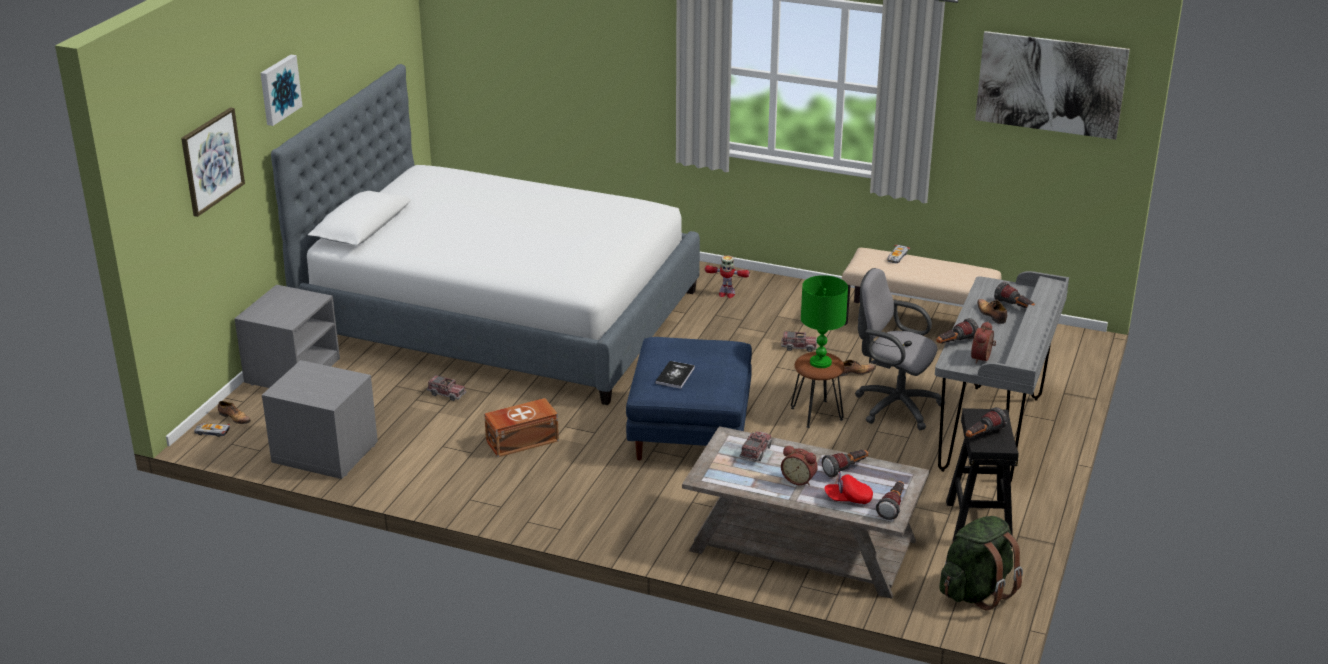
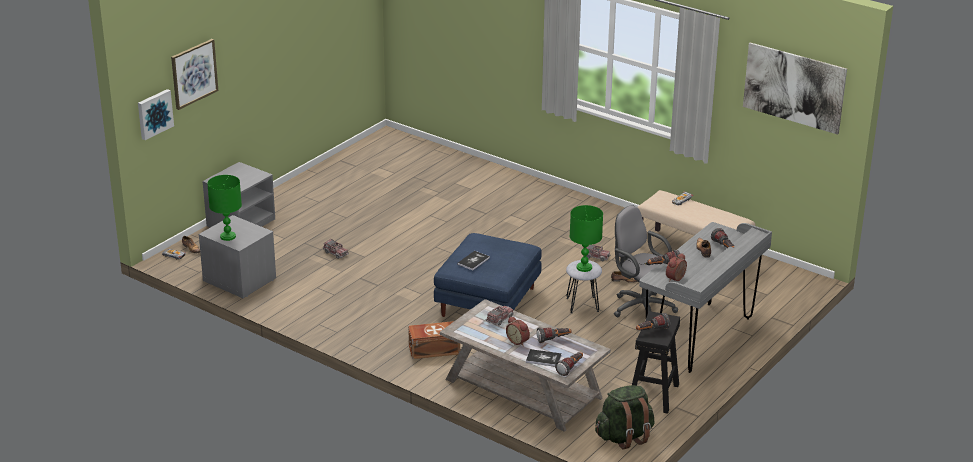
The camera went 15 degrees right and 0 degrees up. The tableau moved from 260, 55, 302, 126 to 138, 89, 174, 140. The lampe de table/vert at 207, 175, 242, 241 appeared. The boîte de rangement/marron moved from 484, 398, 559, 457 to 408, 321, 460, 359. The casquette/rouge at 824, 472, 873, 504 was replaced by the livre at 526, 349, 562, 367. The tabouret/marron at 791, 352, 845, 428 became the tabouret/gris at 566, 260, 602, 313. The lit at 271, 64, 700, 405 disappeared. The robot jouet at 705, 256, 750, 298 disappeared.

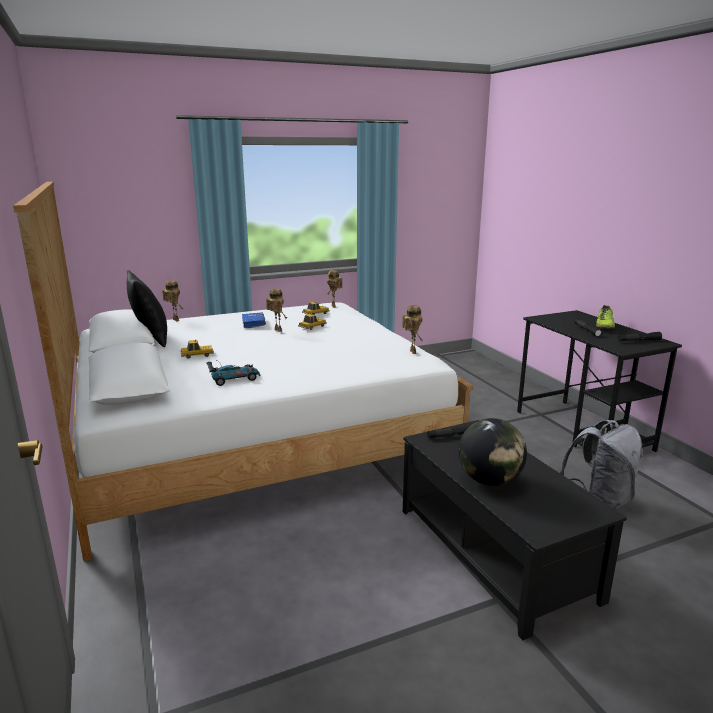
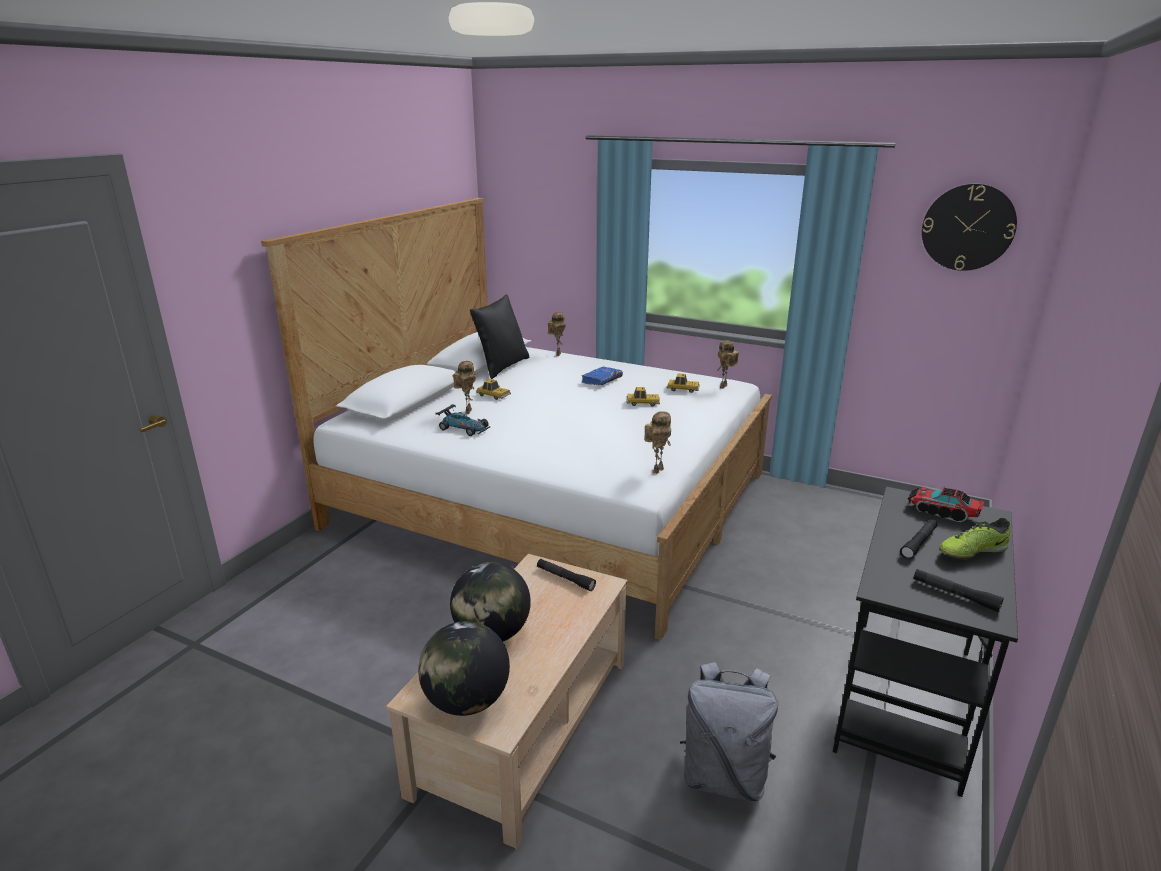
The camera went 50 degrees right and 5 degrees up. The table basse/noir at 403, 420, 627, 640 became the table basse/beige at 386, 554, 628, 849. The globe at 418, 621, 510, 716 appeared. The robot jouet moved from 266, 288, 287, 332 to 453, 361, 476, 414. The camion jouet at 908, 486, 984, 522 appeared. The horloge murale at 922, 184, 1017, 271 appeared.

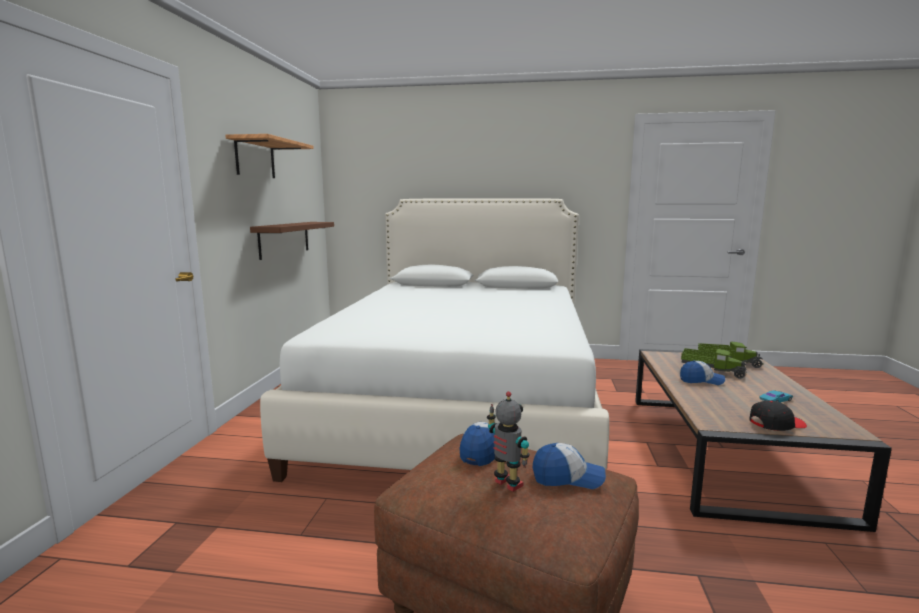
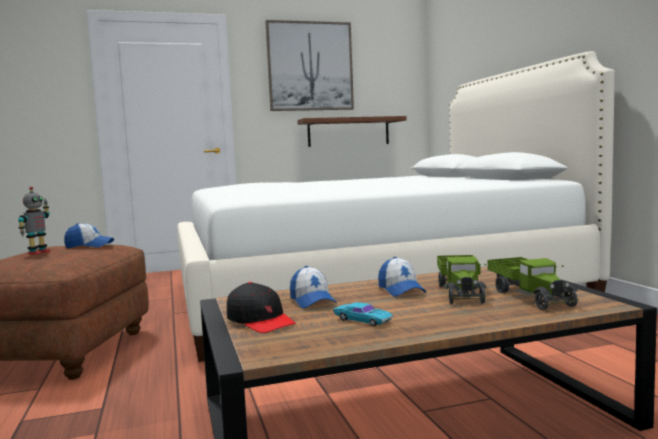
The camera went 65 degrees right and 5 degrees down. The étagère at 225, 134, 314, 178 was replaced by the tableau at 265, 20, 354, 111. The casquette moved from 533, 443, 606, 489 to 290, 266, 337, 309.

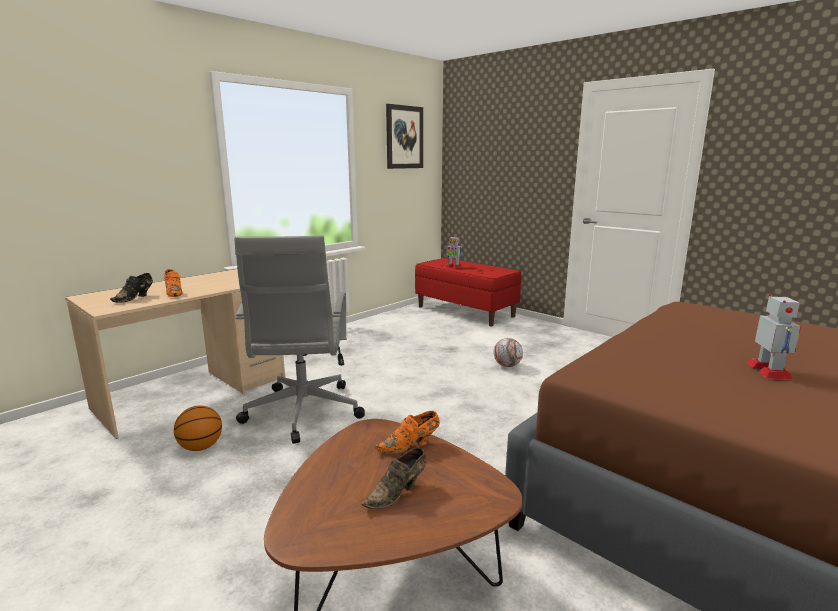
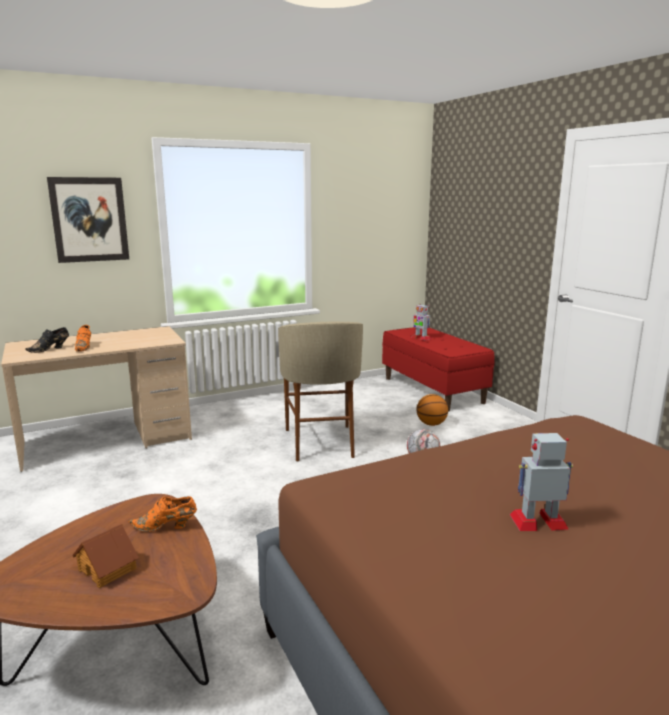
The camera went 20 degrees right and 0 degrees up. The tableau moved from 386, 104, 423, 169 to 47, 177, 129, 263. The chaussure/marron at 362, 448, 427, 509 was replaced by the maison miniature at 72, 524, 139, 588. The tabouret/beige at 278, 322, 363, 461 appeared. The ballon de basket moved from 174, 405, 222, 451 to 417, 394, 448, 426. The robot jouet at 746, 294, 801, 380 turned 120 degrees counterclockwise. The chaise de bureau/gris at 234, 236, 365, 444 disappeared.

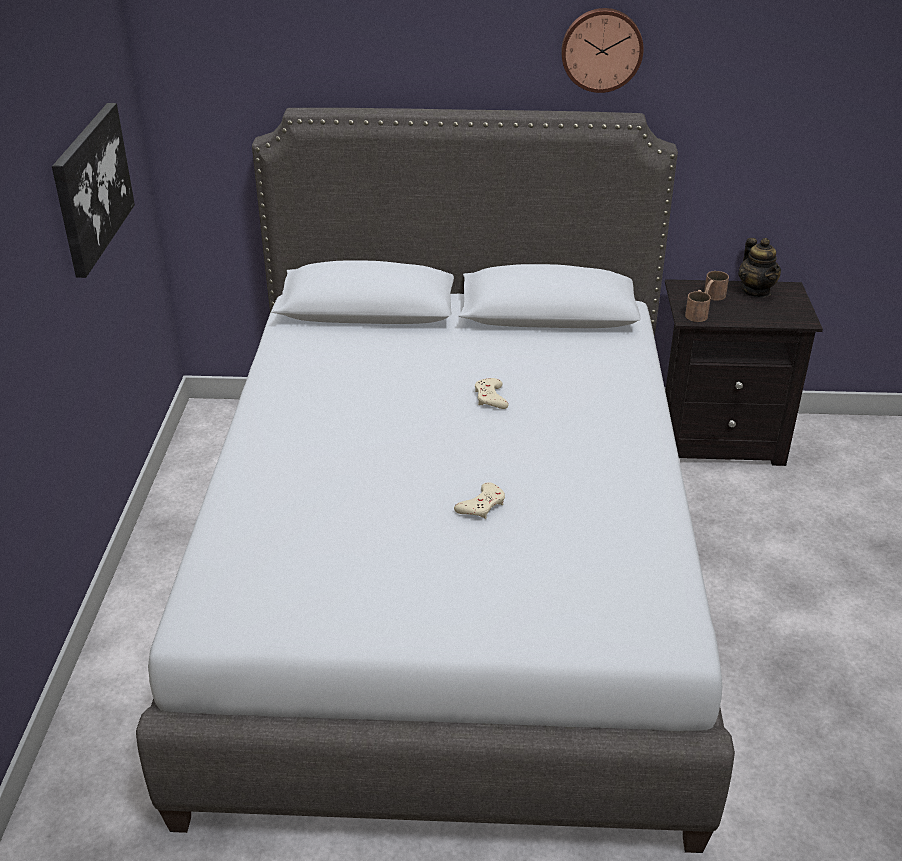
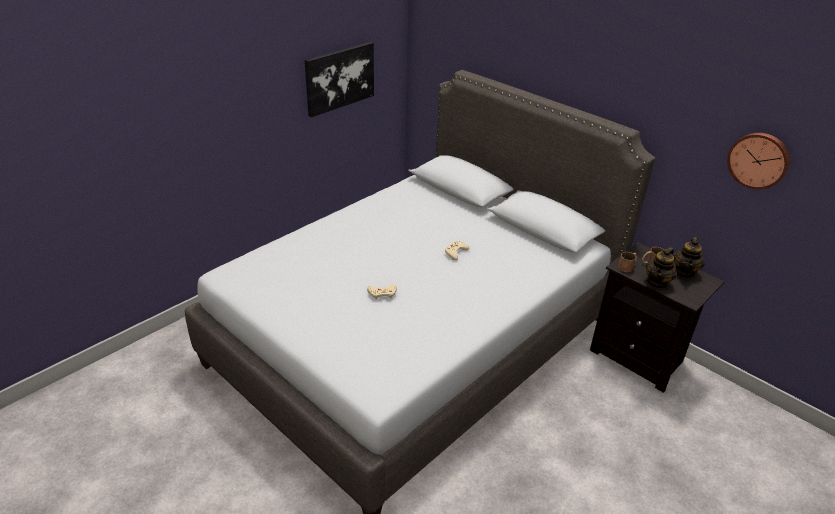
The camera went 40 degrees right and 0 degrees up. The théière at 645, 247, 677, 289 appeared. The horloge murale moved from 561, 8, 644, 93 to 727, 133, 790, 189.

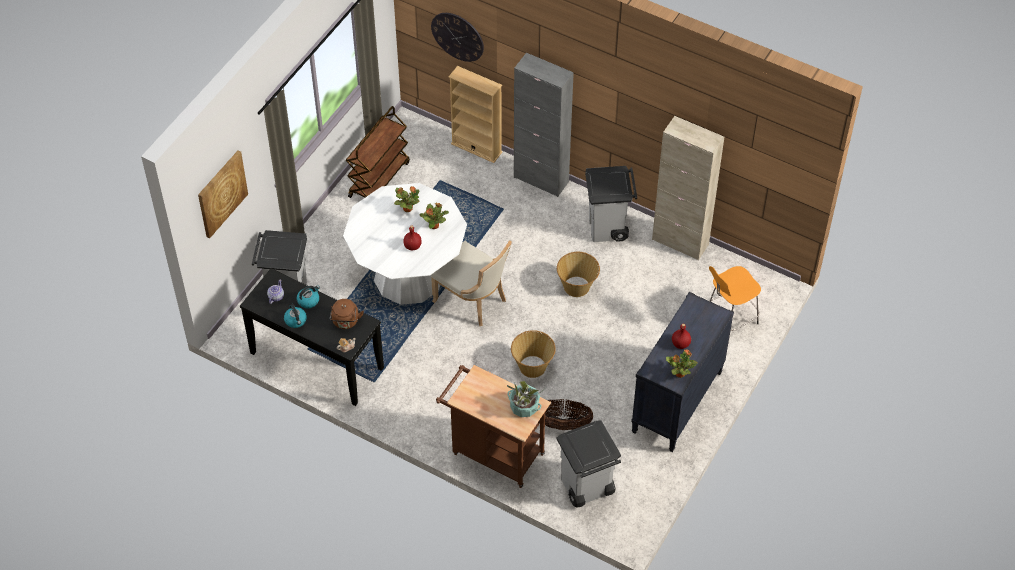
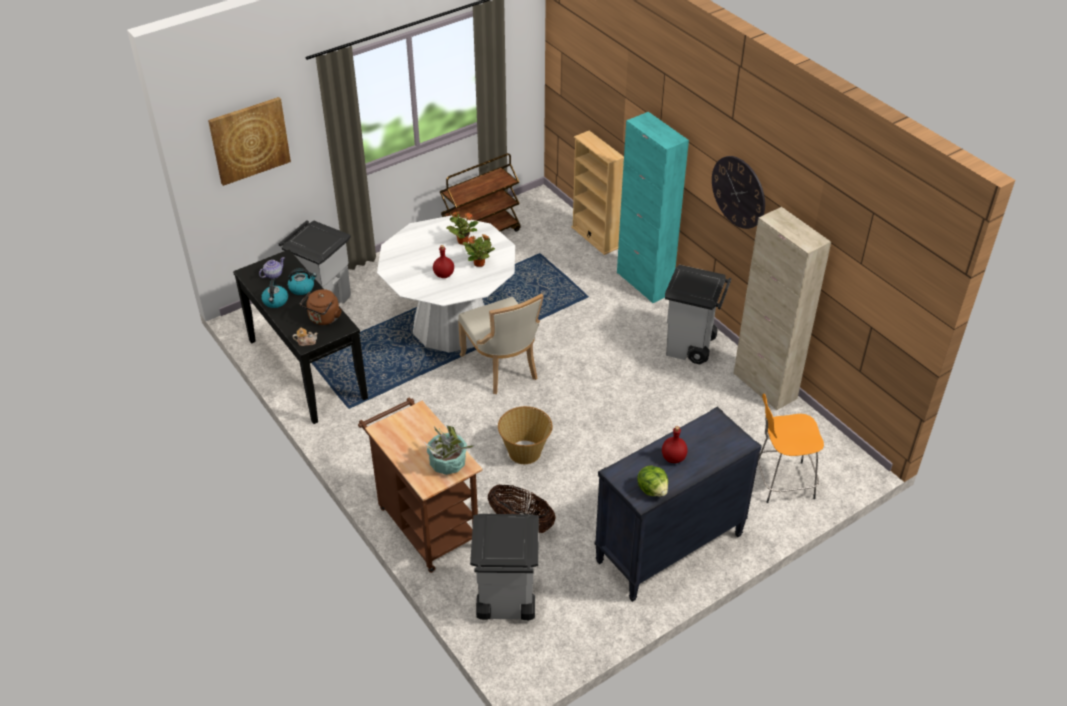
The camera went 25 degrees right and 10 degrees down. The meuble de rangement/gris at 514, 53, 574, 197 became the meuble de rangement/turquoise at 617, 112, 689, 303. The plante en pot at 666, 349, 698, 378 was replaced by the laitue at 637, 465, 668, 497. The horloge murale moved from 431, 13, 484, 62 to 712, 156, 765, 229. The panier at 557, 252, 600, 297 disappeared.

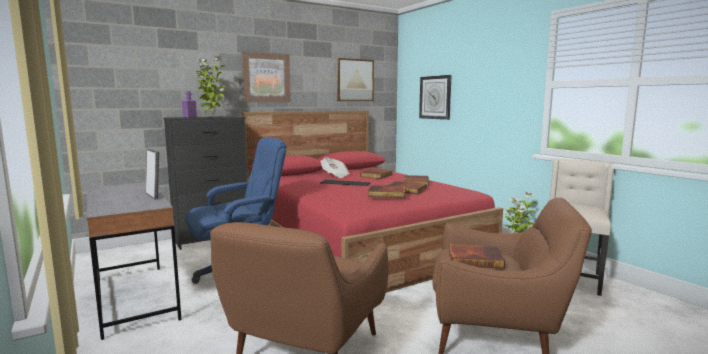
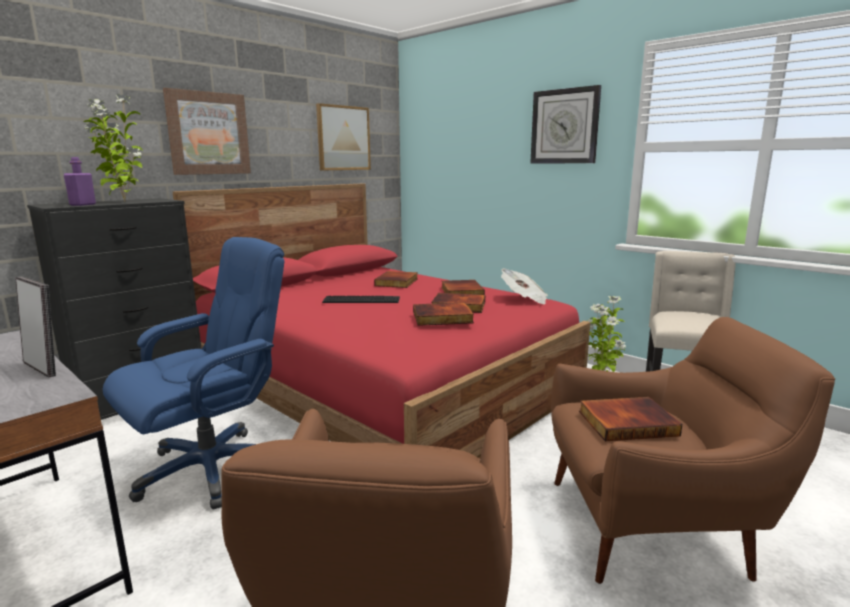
The camera went 15 degrees left and 5 degrees up. The journal moved from 320, 157, 350, 178 to 501, 269, 548, 305. The horloge murale moved from 419, 75, 451, 120 to 530, 85, 601, 163.

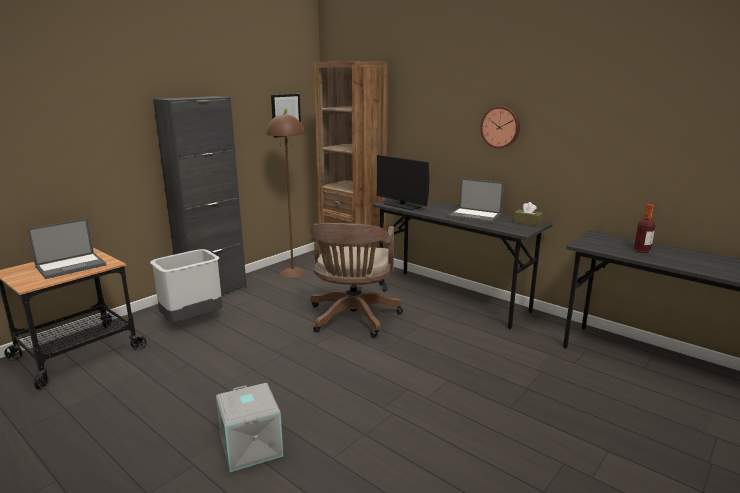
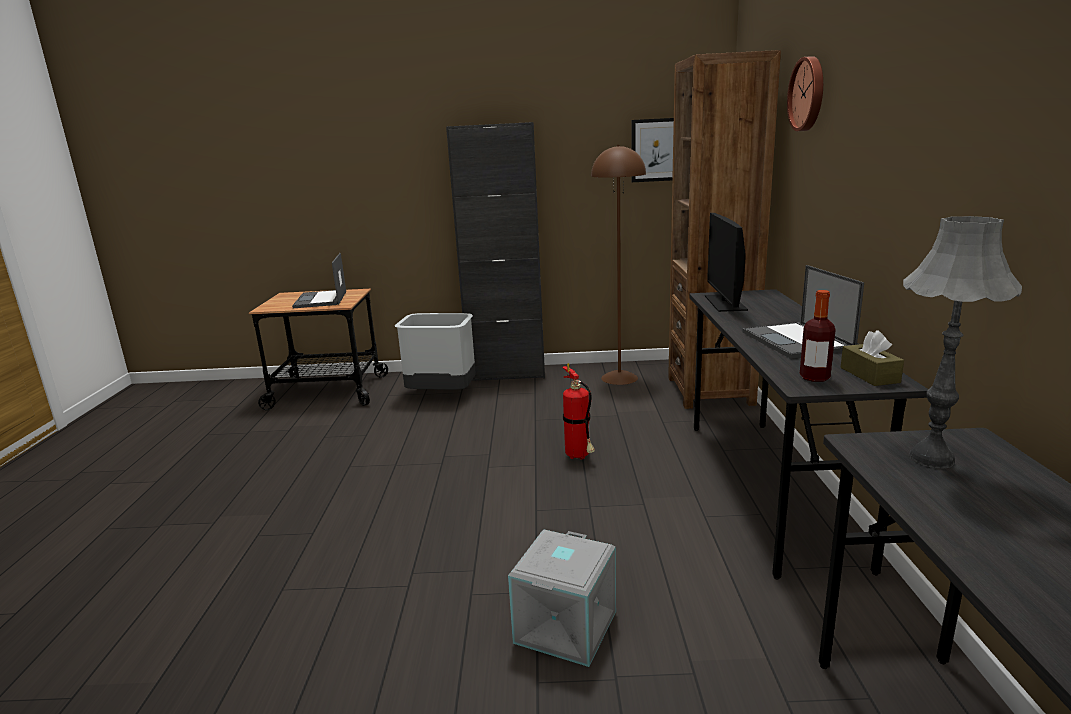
The camera went 50 degrees right and 0 degrees up. The ordinateur portable at 27, 218, 106, 279 turned 75 degrees clockwise. The boîte de rangement/gris moved from 216, 383, 283, 472 to 508, 530, 616, 667. The chaise de bureau/marron at 309, 223, 403, 338 was replaced by the extincteur at 562, 363, 595, 460. The horloge murale moved from 480, 106, 520, 148 to 787, 56, 823, 131. The bouteille moved from 634, 204, 656, 253 to 800, 290, 836, 382. The lampe de table/gris at 903, 216, 1022, 468 appeared.

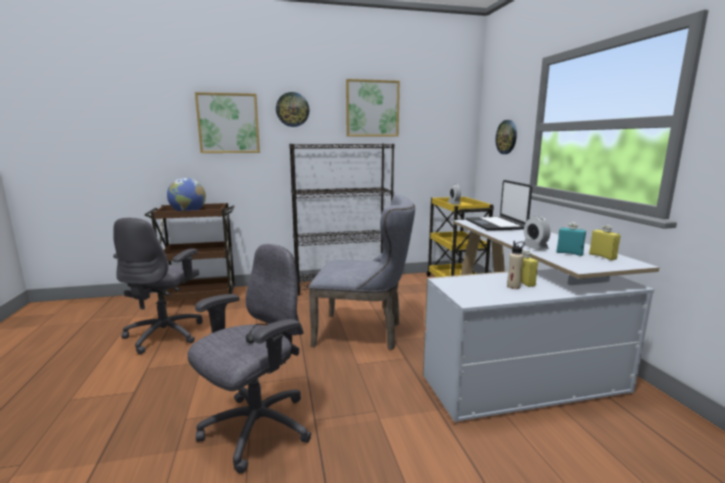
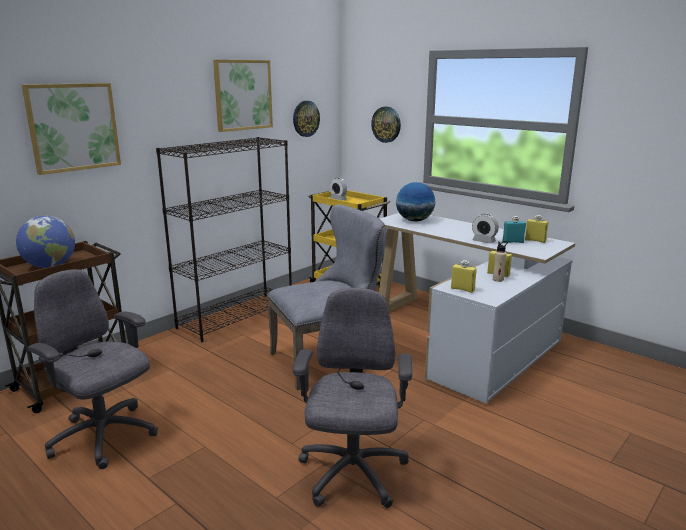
The camera went 35 degrees left and 5 degrees up. The chaise de bureau/gris at 113, 218, 203, 354 turned 150 degrees clockwise. The horloge murale moved from 276, 92, 309, 127 to 293, 101, 320, 137. The ordinateur portable at 466, 180, 532, 231 was replaced by the globe at 396, 182, 436, 221. The bouteille/jaune at 451, 260, 477, 293 appeared.

